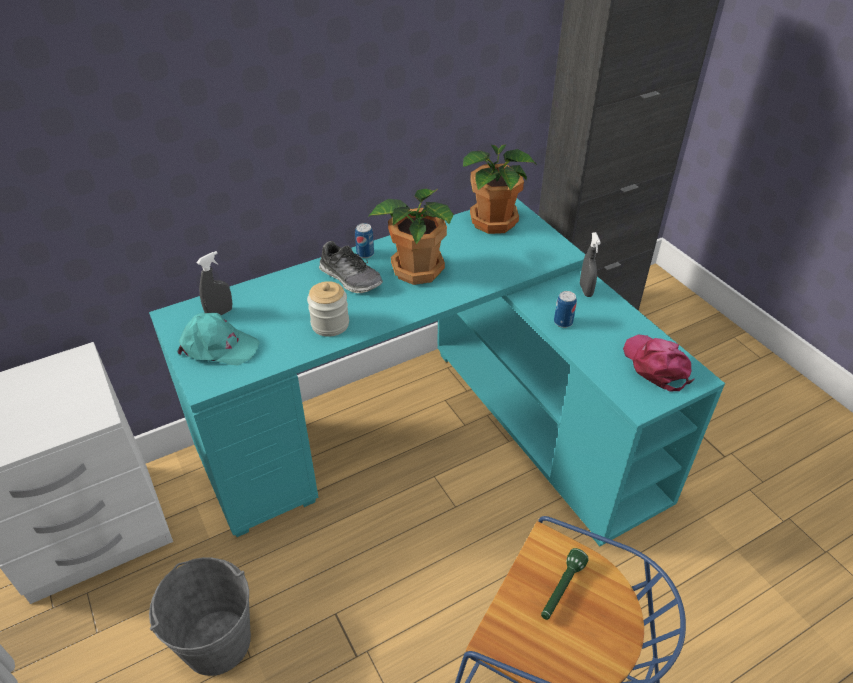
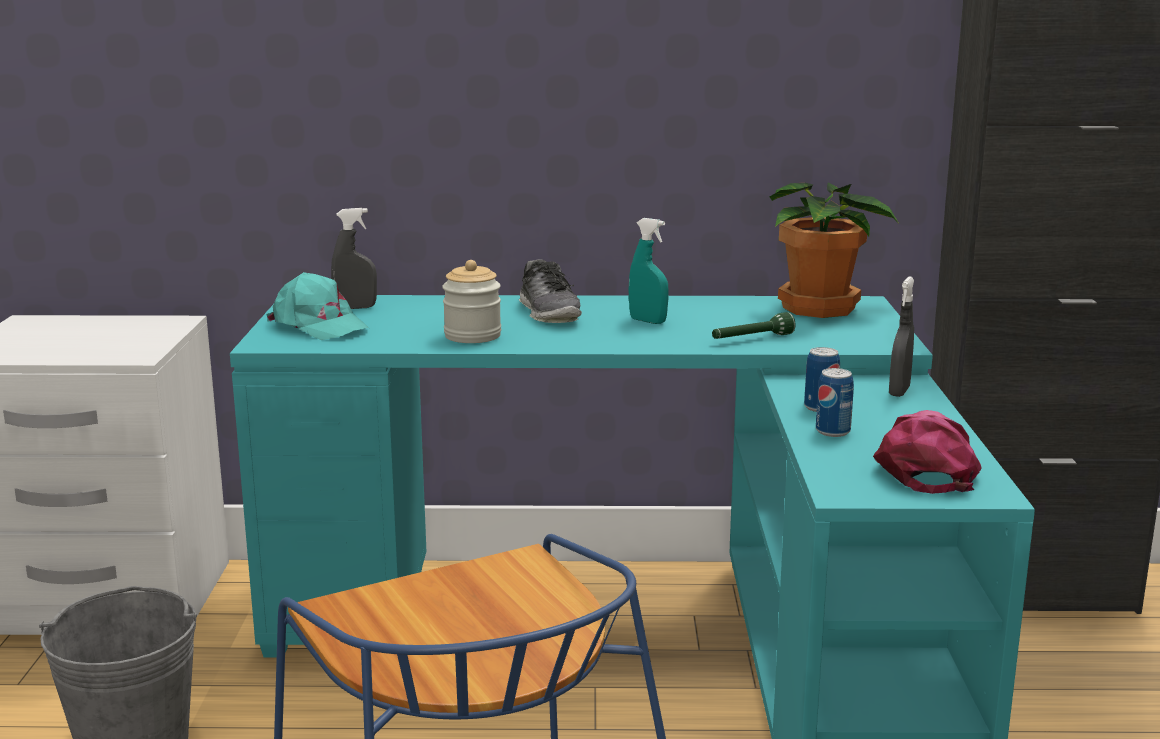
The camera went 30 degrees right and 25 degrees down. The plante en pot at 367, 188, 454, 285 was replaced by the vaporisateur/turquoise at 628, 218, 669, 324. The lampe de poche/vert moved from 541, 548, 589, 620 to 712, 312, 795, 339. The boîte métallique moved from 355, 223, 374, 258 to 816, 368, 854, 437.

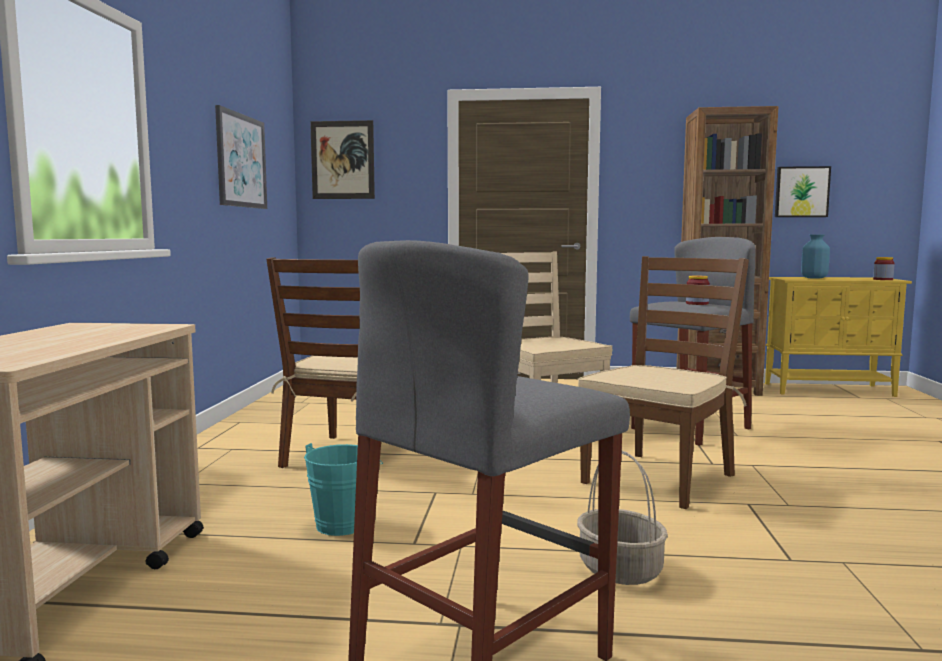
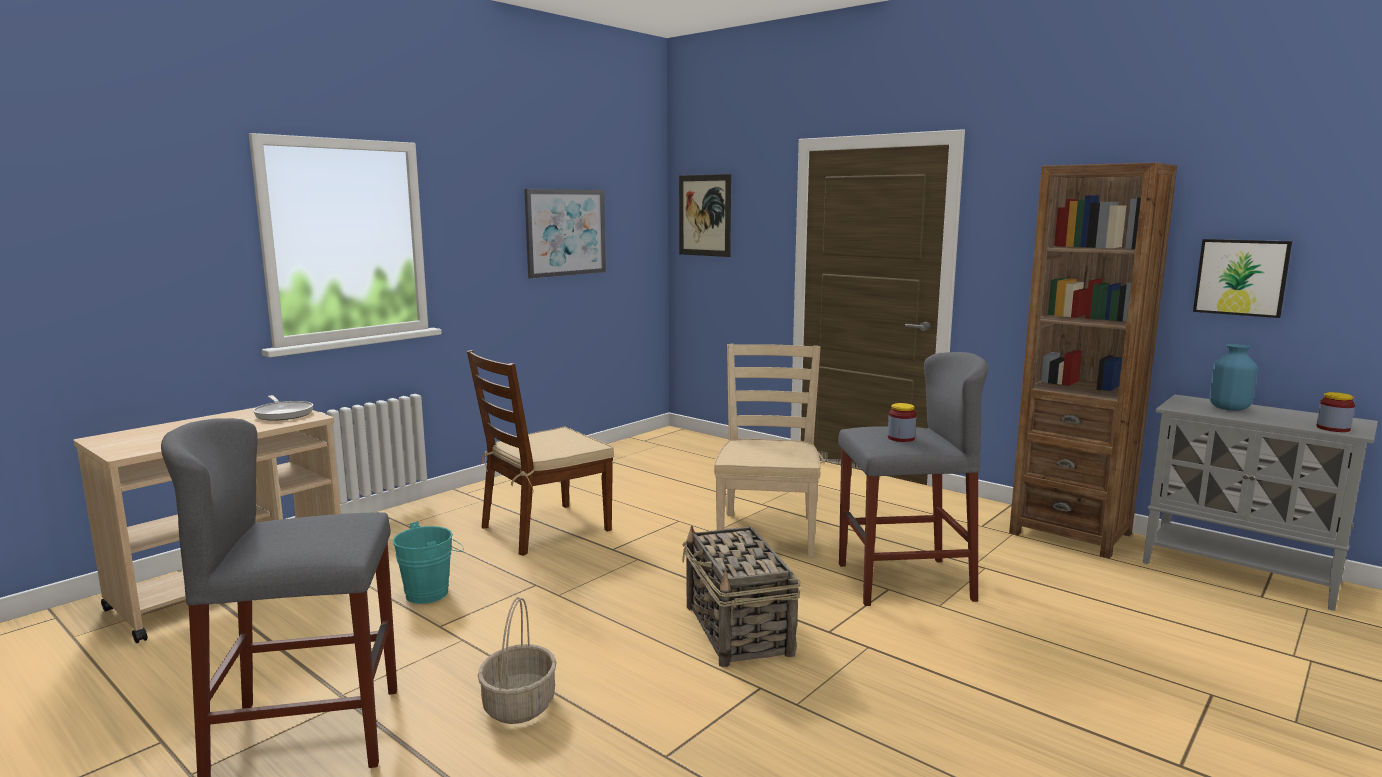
The camera went 35 degrees right and 5 degrees up. The poêle at 253, 395, 313, 421 appeared. The chaise/marron at 578, 256, 749, 509 was replaced by the panier at 682, 526, 800, 667. The meuble de rangement/jaune at 765, 277, 912, 397 became the meuble de rangement/gris at 1143, 395, 1378, 611.

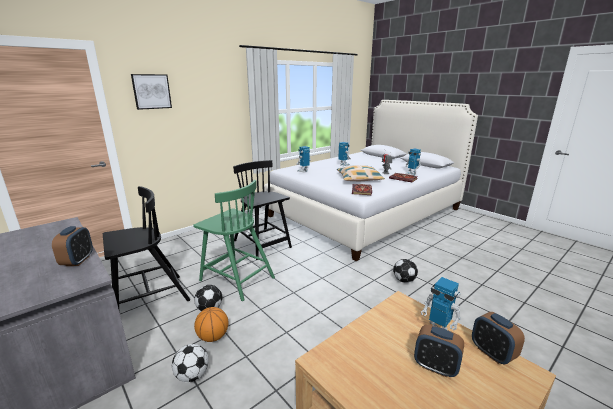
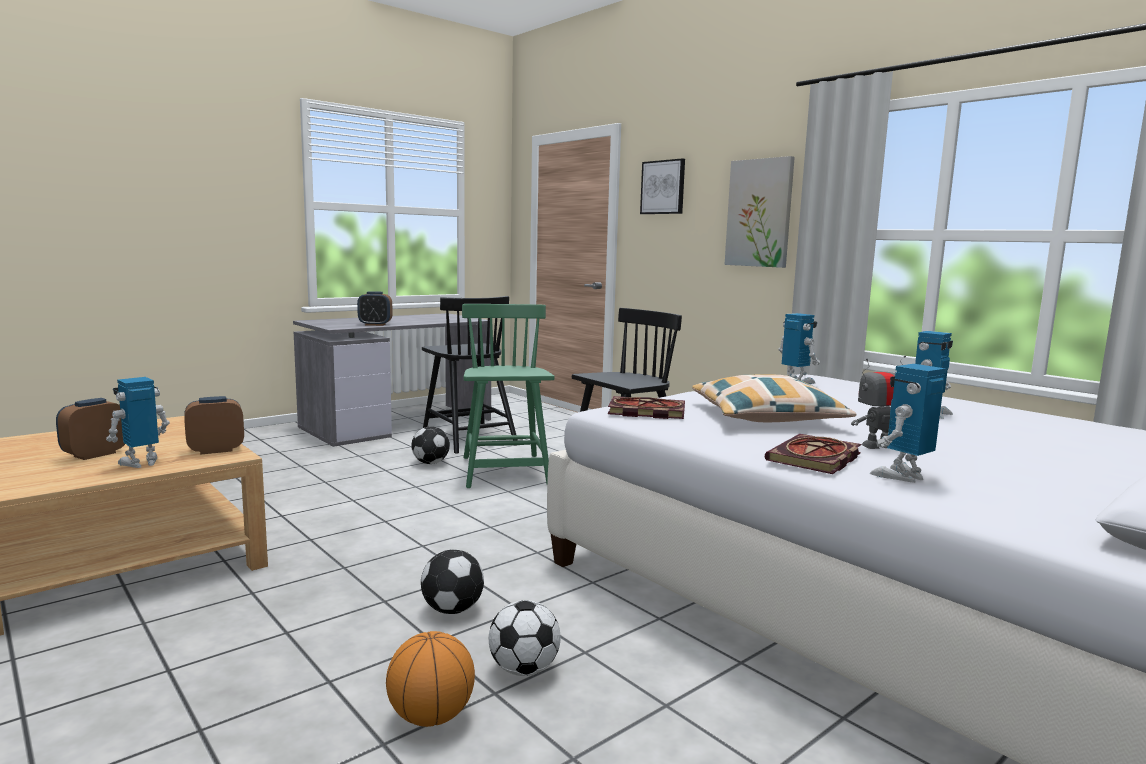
The camera went 90 degrees right and 10 degrees down. The réveil moved from 472, 312, 525, 364 to 184, 396, 244, 455. The ballon de basket moved from 194, 307, 228, 342 to 386, 631, 475, 727. The chaise/vert at 193, 180, 275, 301 turned 135 degrees clockwise. The ballon de foot moved from 172, 344, 208, 382 to 489, 600, 560, 676. The tableau at 724, 156, 795, 268 appeared.

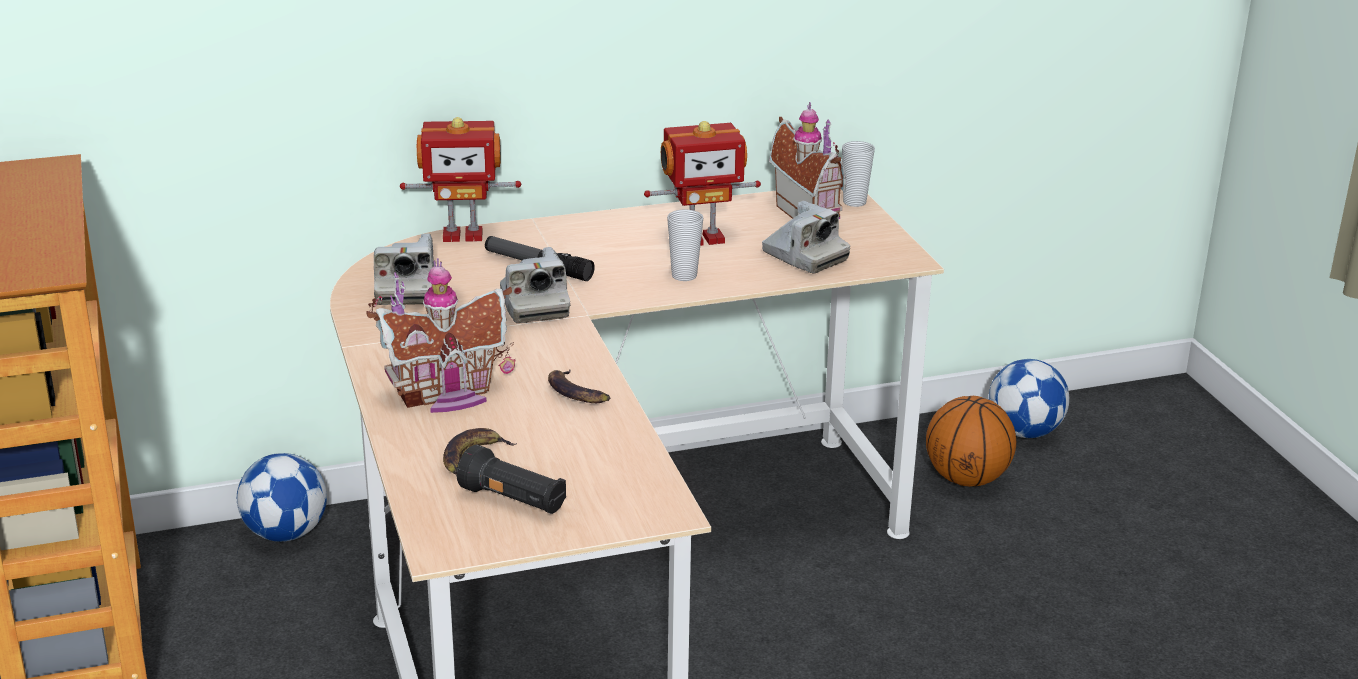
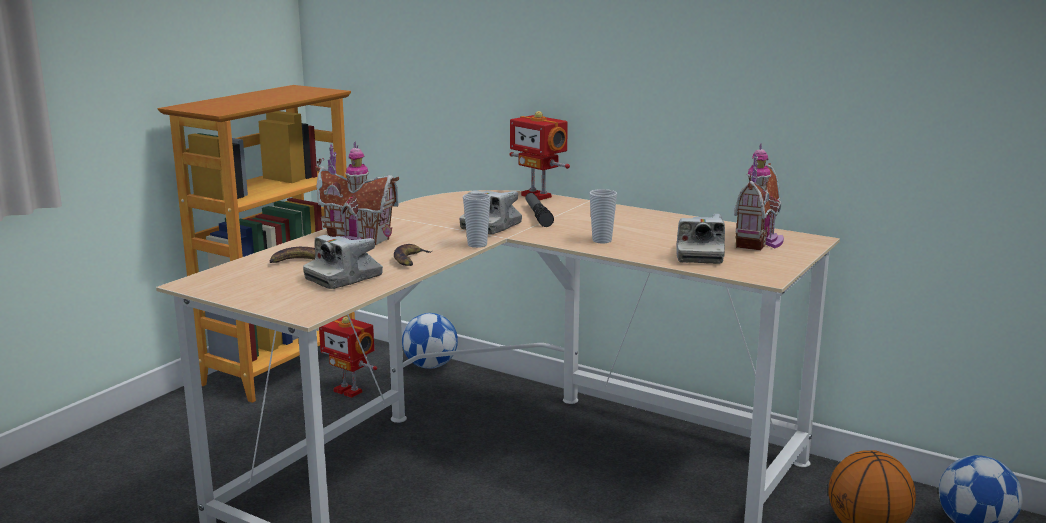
The camera went 50 degrees right and 10 degrees down. The appareil photo moved from 374, 233, 434, 305 to 303, 235, 383, 289. The robot jouet moved from 644, 121, 761, 246 to 319, 316, 377, 398. The tasse moved from 842, 141, 875, 207 to 463, 193, 491, 248. The lampe de poche/noir at 456, 445, 566, 514 disappeared.

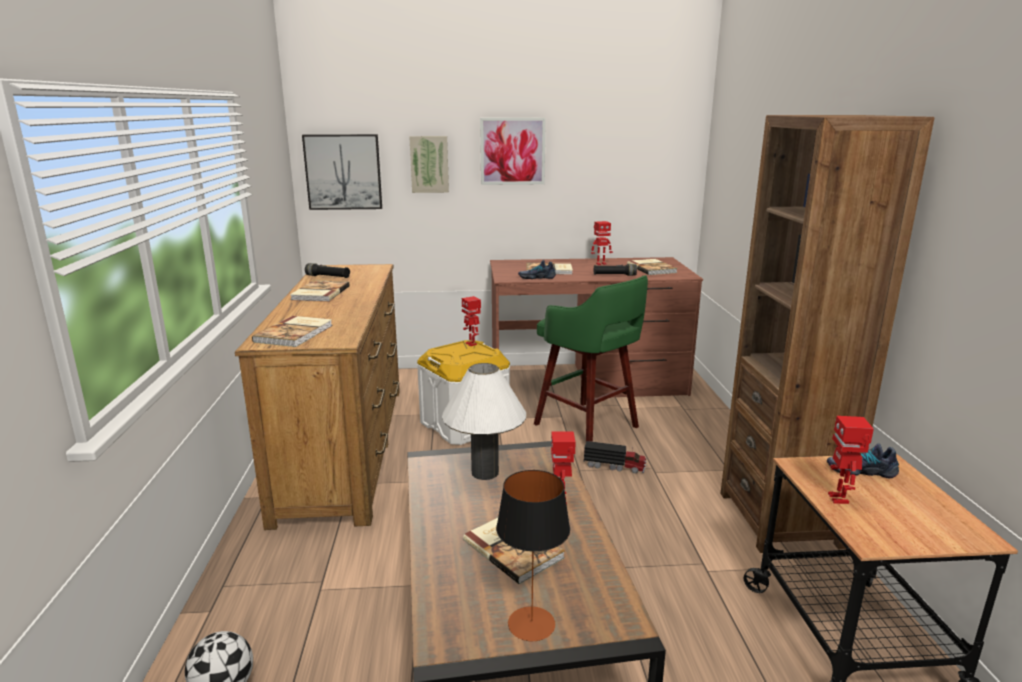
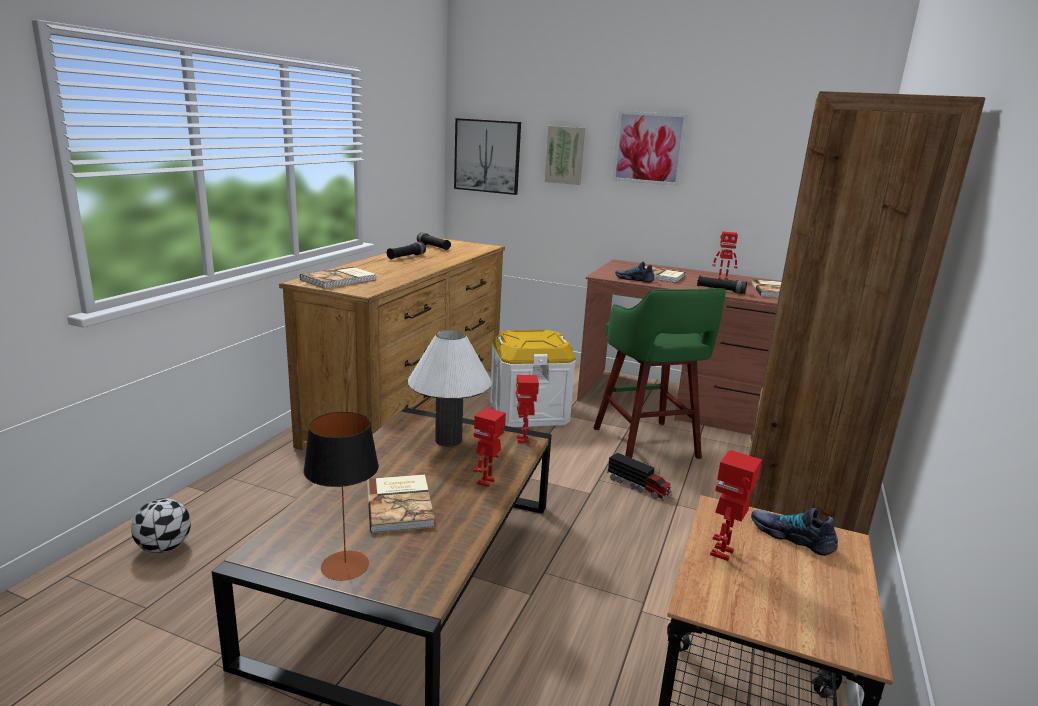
The camera went 25 degrees right and 0 degrees up. The livre at 290, 280, 350, 302 was replaced by the lampe de poche/noir at 387, 242, 426, 259. The robot jouet moved from 462, 296, 481, 346 to 516, 375, 539, 443.

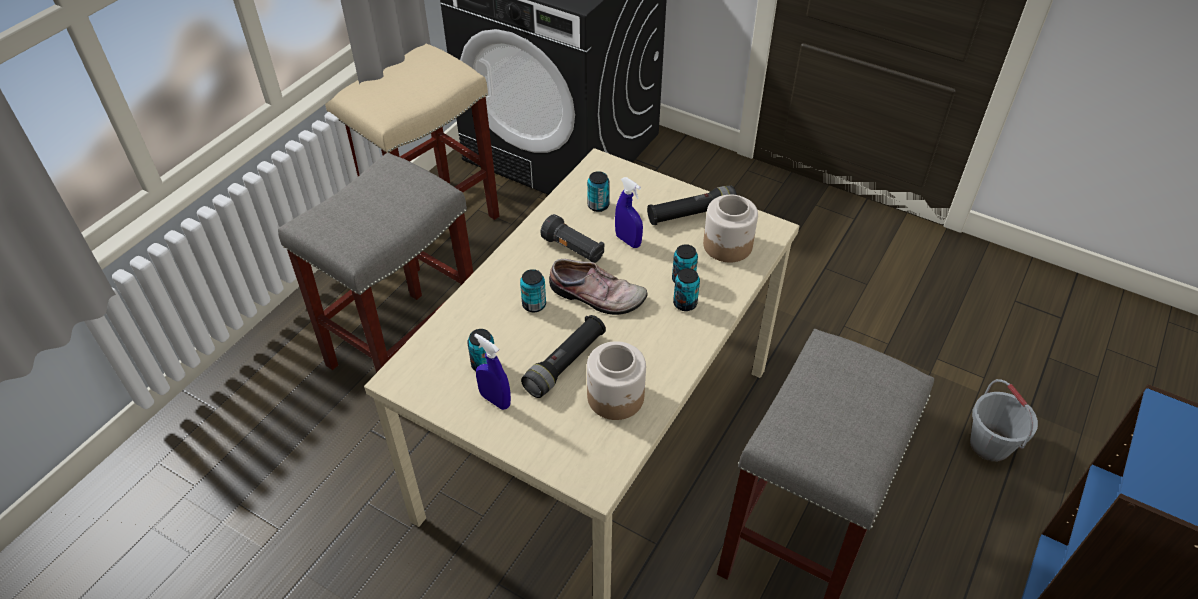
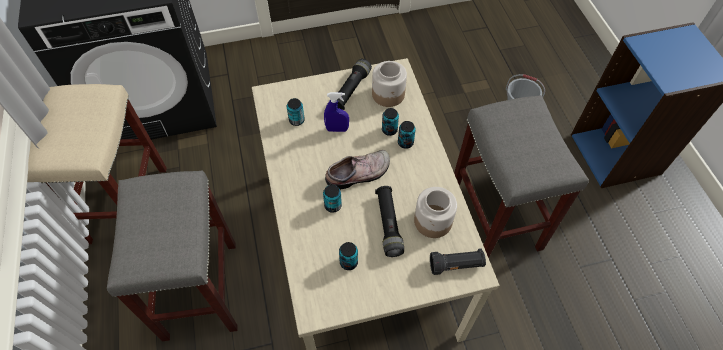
The camera went 45 degrees left and 10 degrees up. The lampe de poche/noir moved from 541, 214, 604, 263 to 430, 248, 486, 275. The vaporisateur/bleu at 474, 333, 511, 410 disappeared.

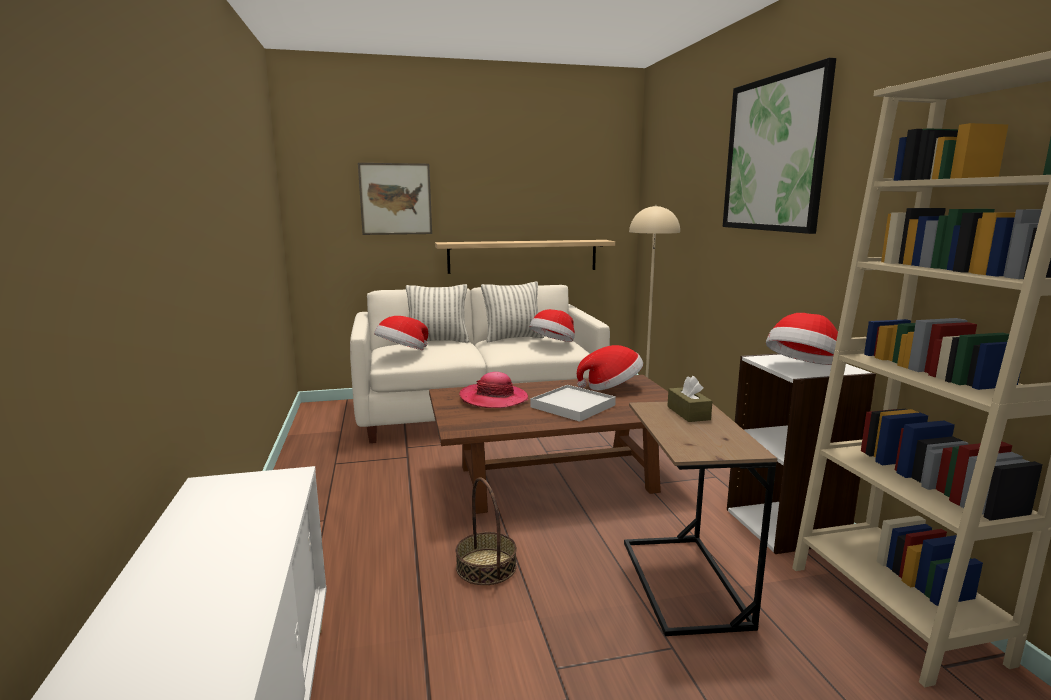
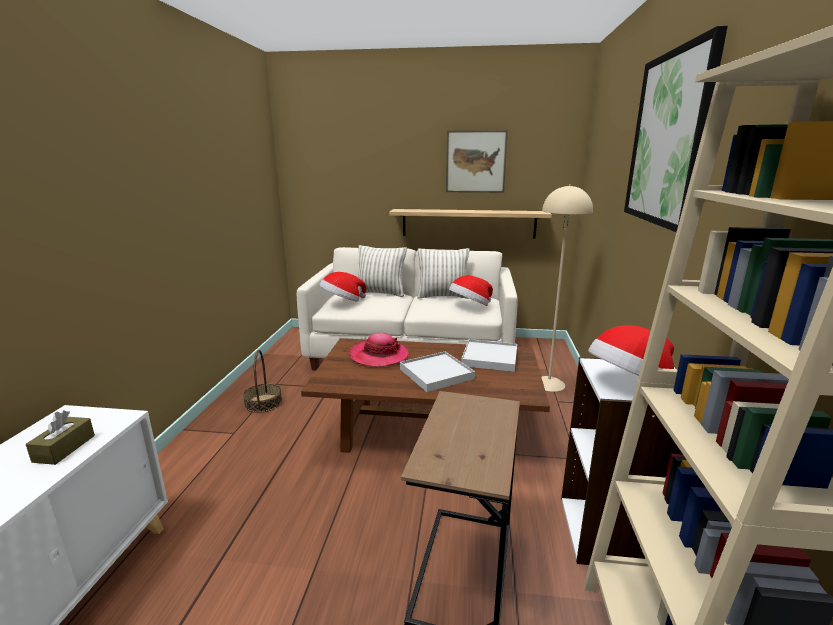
The camera went 20 degrees right and 5 degrees up. The boîte à mouchoirs/marron moved from 667, 376, 712, 422 to 26, 411, 95, 465. The panier moved from 456, 477, 517, 585 to 243, 350, 282, 413. The tableau moved from 358, 163, 432, 235 to 446, 130, 508, 193. The chapeau at 577, 345, 643, 391 was replaced by the plateau/blanc at 461, 339, 517, 372.

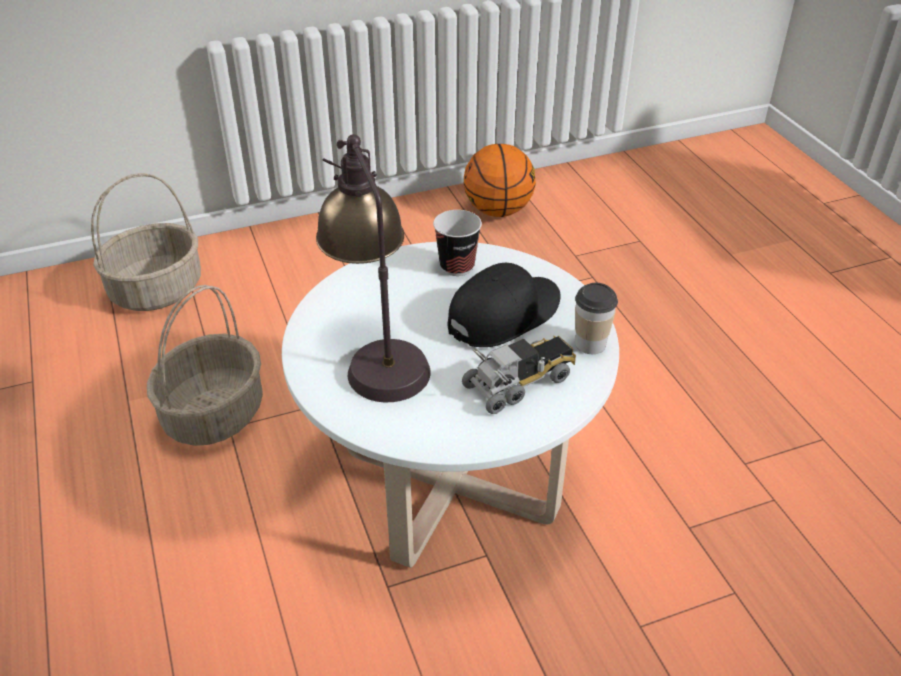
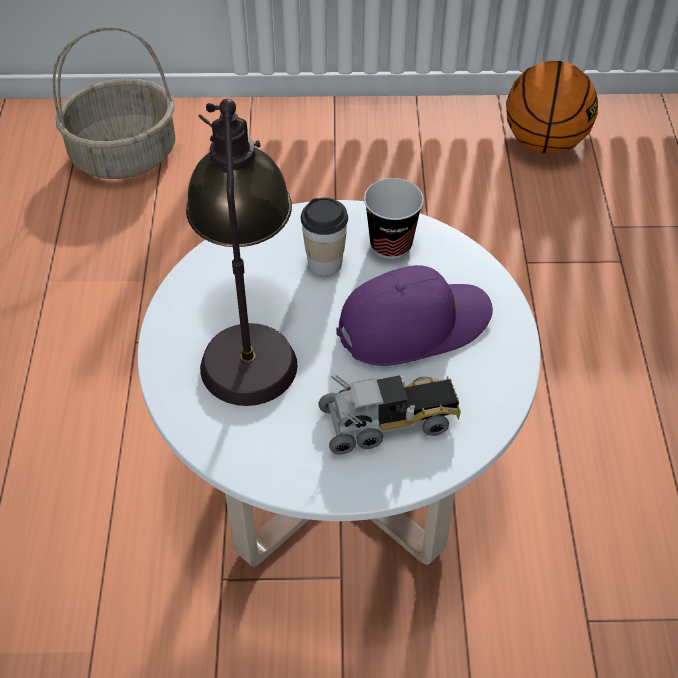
The camera went 20 degrees right and 10 degrees up. The tasse moved from 575, 283, 618, 354 to 301, 198, 348, 276. The casquette/noir at 448, 263, 561, 347 became the casquette/violet at 336, 265, 493, 366. The panier at 147, 285, 263, 446 disappeared.

